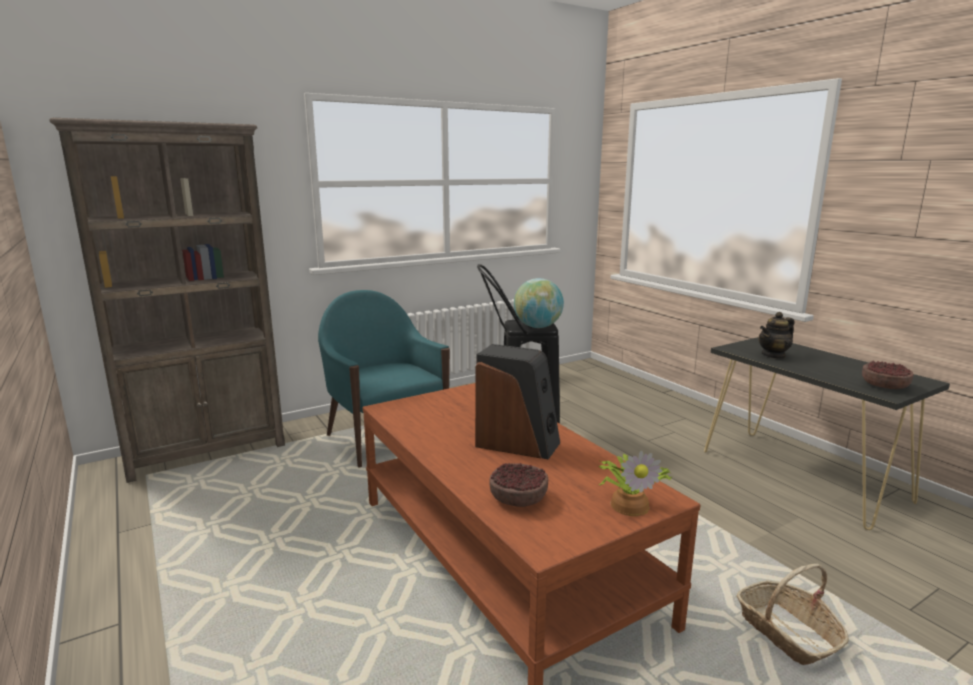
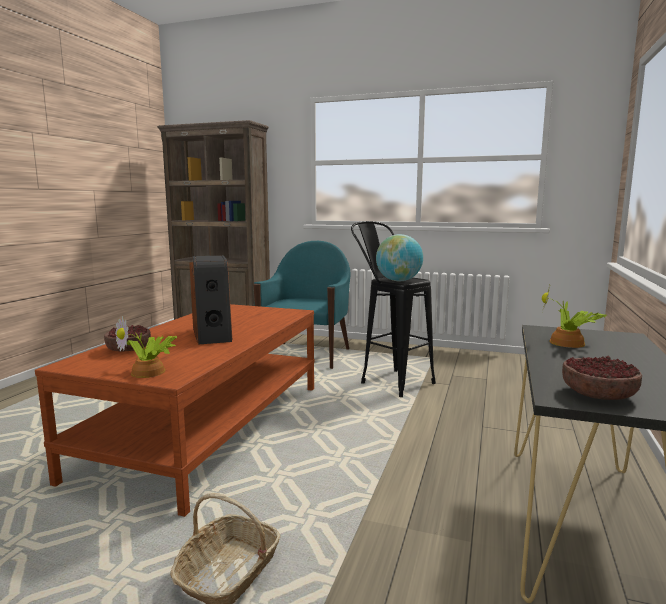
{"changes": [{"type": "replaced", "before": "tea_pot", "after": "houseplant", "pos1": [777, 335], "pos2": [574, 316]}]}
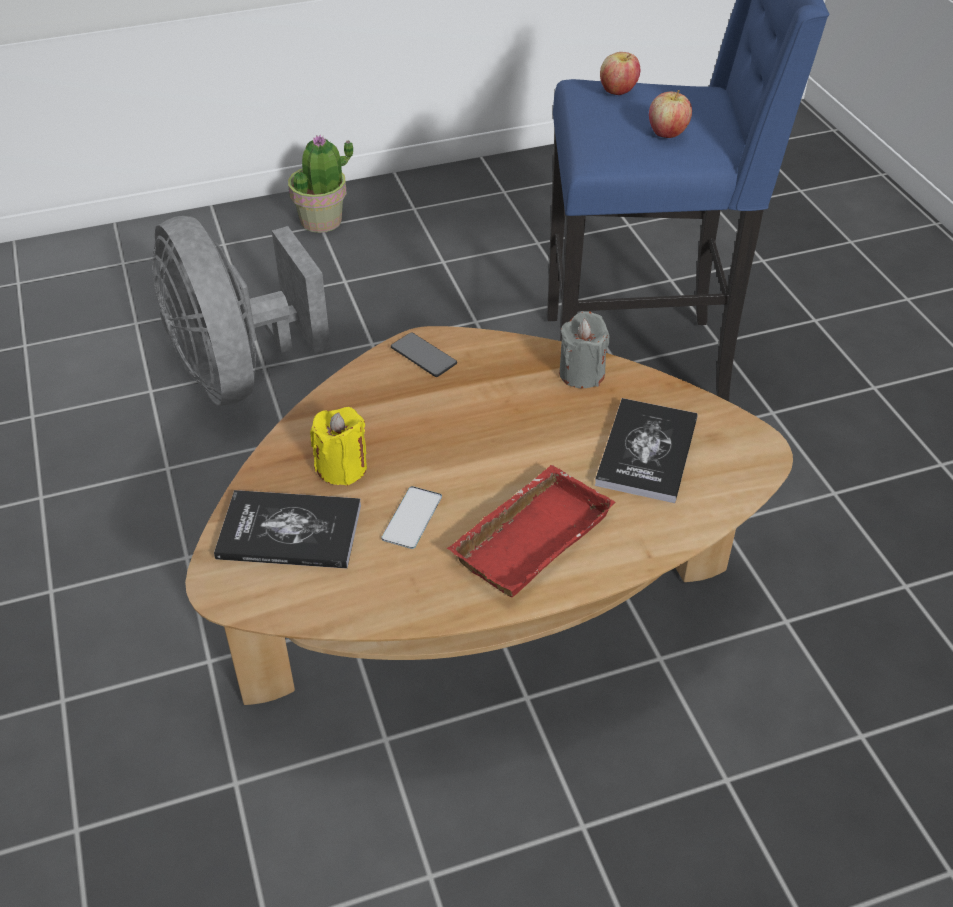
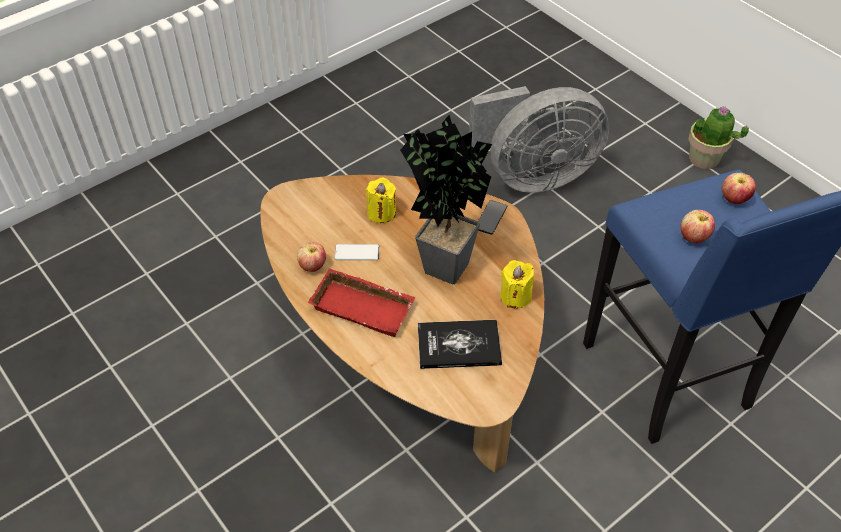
{"changes": [{"type": "turned", "before": "greyish_cooling_fan", "pos1": [241, 311], "pos2": [539, 139], "turn": -150}, {"type": "removed", "before": "volume", "pos1": [287, 529]}, {"type": "recoloured", "before": "greyish_wax_candle", "after": "yellowish_wax_candle", "pos1": [584, 349], "pos2": [517, 284]}, {"type": "added", "after": "apple_fruit", "pos2": [311, 257]}, {"type": "added", "after": "houseplant", "pos2": [446, 199]}]}
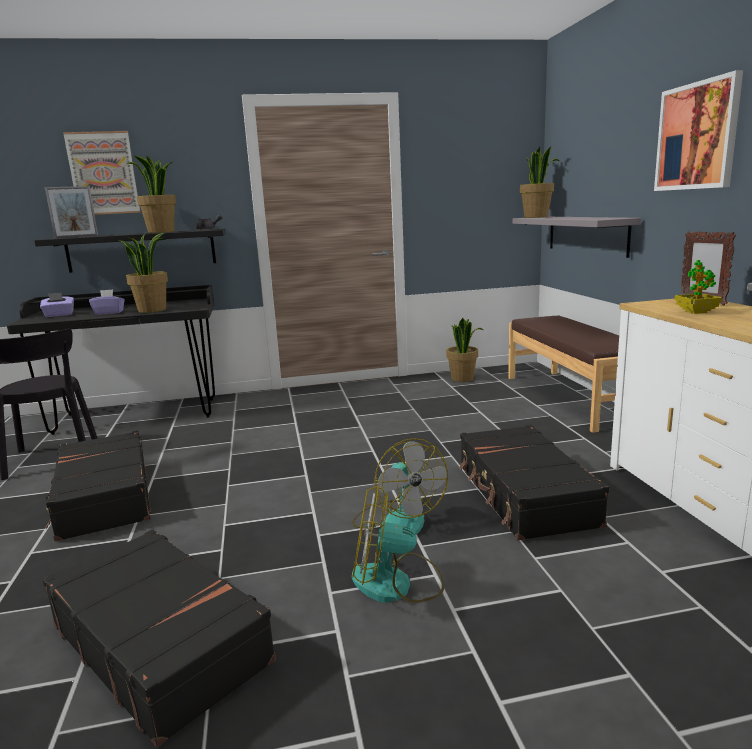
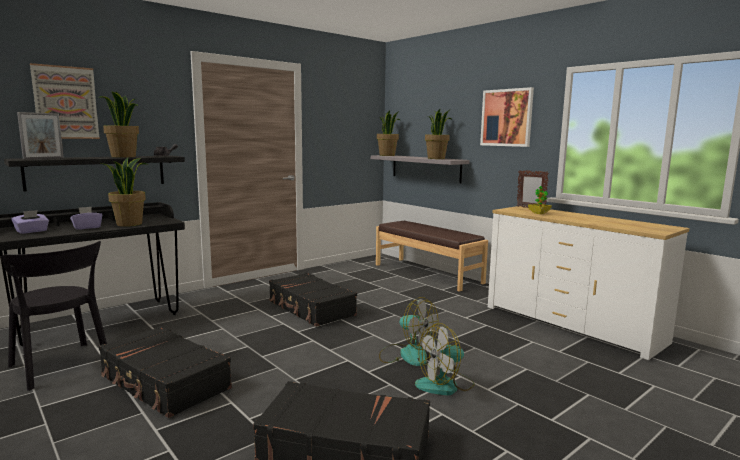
{"changes": [{"type": "moved", "before": "houseplant", "pos1": [464, 350], "pos2": [438, 134]}, {"type": "moved", "before": "black_travel_case", "pos1": [534, 483], "pos2": [313, 300]}]}
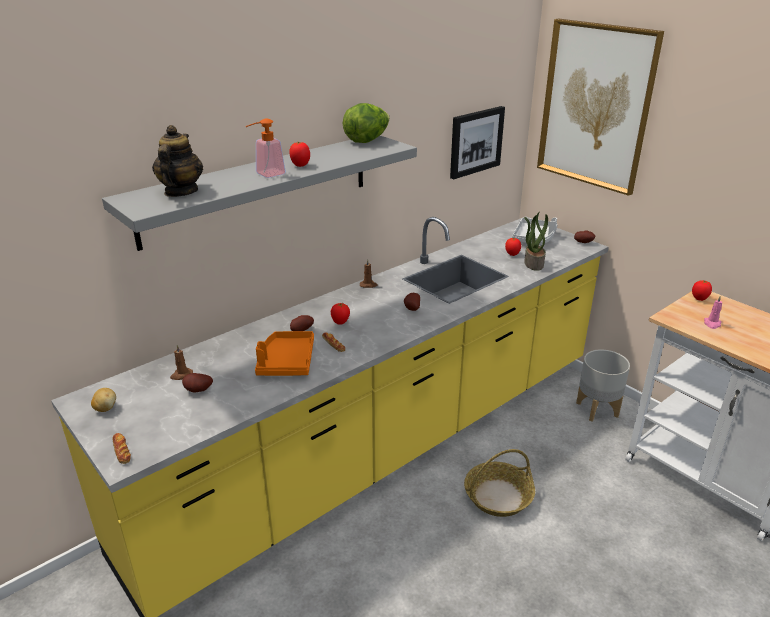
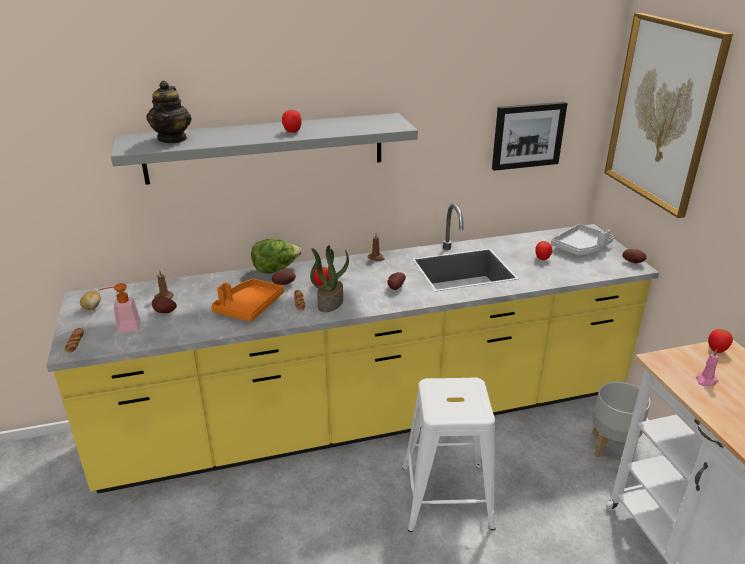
{"changes": [{"type": "turned", "before": "tea_pot", "pos1": [177, 161], "pos2": [169, 111], "turn": 150}, {"type": "moved", "before": "soap_bottle", "pos1": [266, 148], "pos2": [119, 308]}, {"type": "moved", "before": "lettuce", "pos1": [366, 123], "pos2": [276, 256]}, {"type": "replaced", "before": "storage_basket", "after": "white-coloured_sitting_stool", "pos1": [499, 483], "pos2": [449, 455]}, {"type": "moved", "before": "houseplant", "pos1": [536, 241], "pos2": [329, 278]}]}
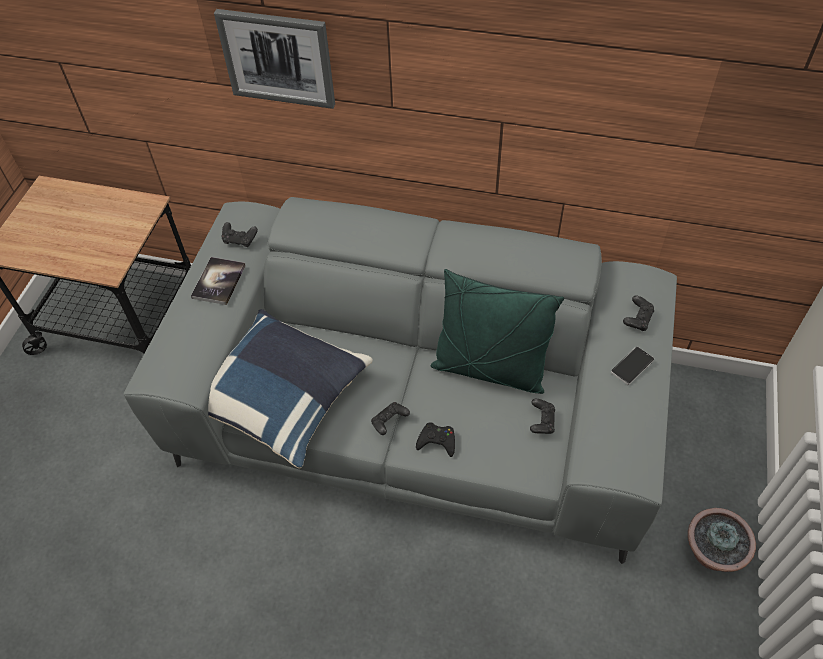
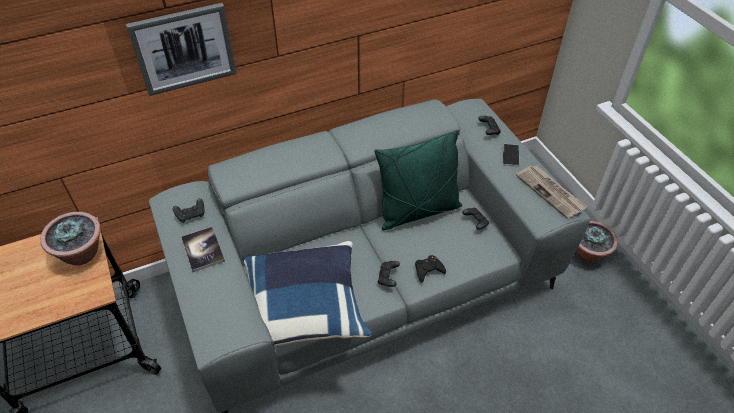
{"changes": [{"type": "added", "after": "houseplant", "pos2": [70, 238]}, {"type": "added", "after": "newspaper", "pos2": [552, 192]}]}
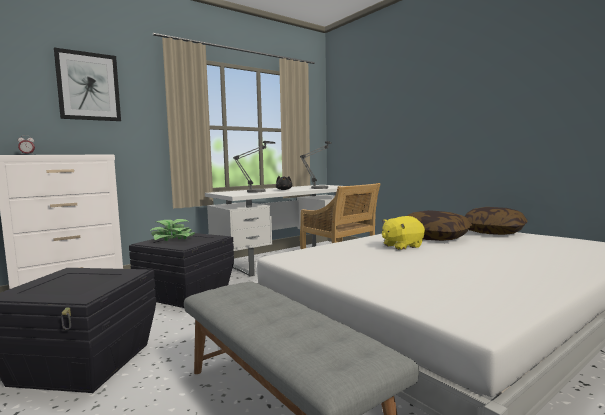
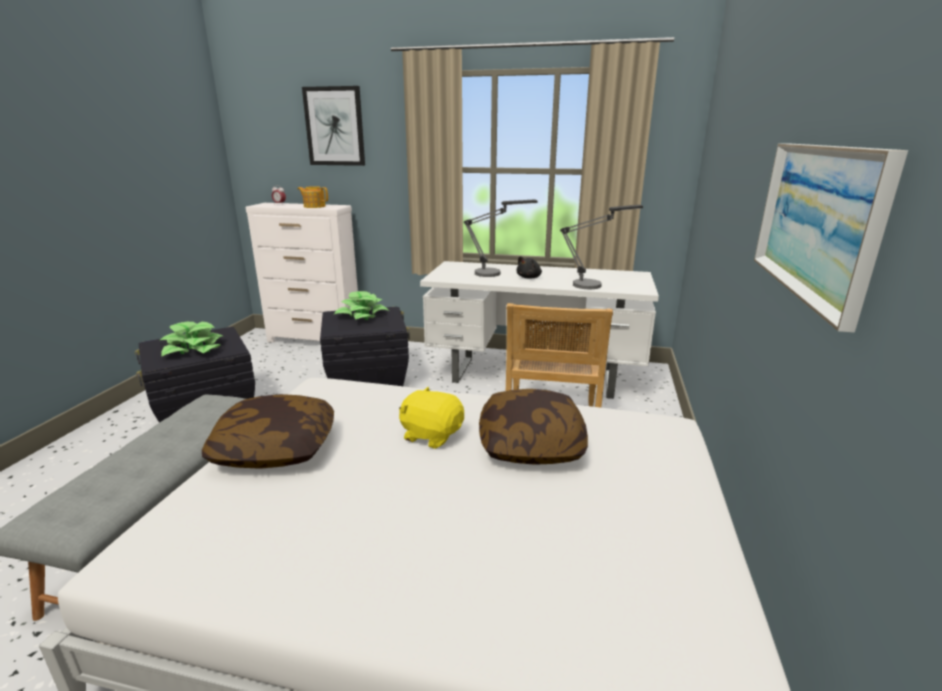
{"changes": [{"type": "moved", "before": "pillow", "pos1": [495, 221], "pos2": [268, 431]}, {"type": "added", "after": "houseplant", "pos2": [192, 339]}, {"type": "added", "after": "tea_pot", "pos2": [313, 197]}, {"type": "added", "after": "wall_art", "pos2": [831, 238]}]}
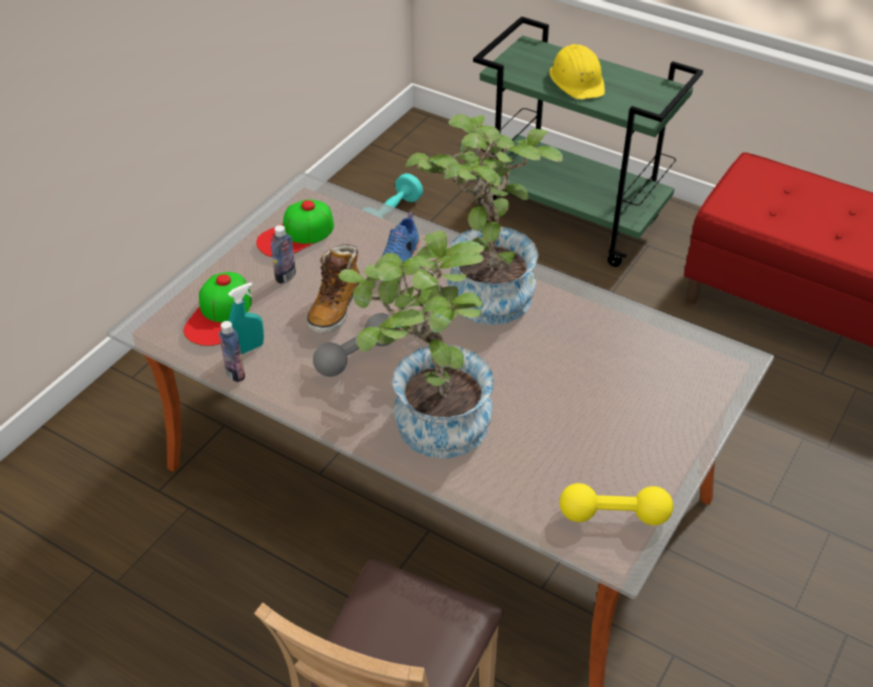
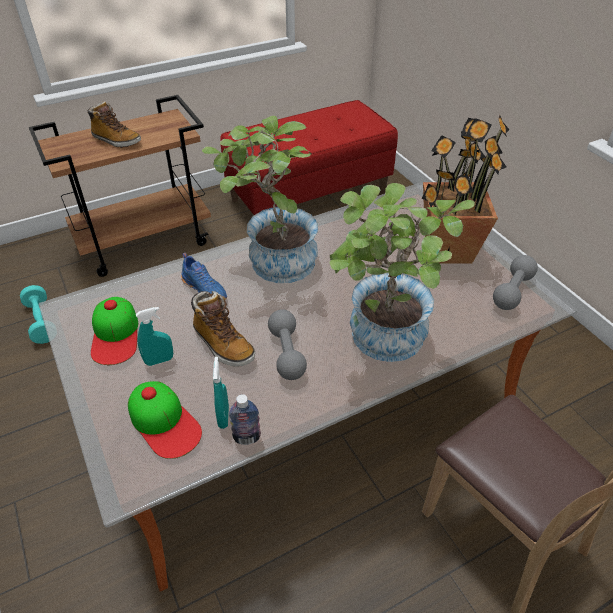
{"changes": [{"type": "replaced", "before": "bottle", "after": "blue-green_spray_bottle", "pos1": [283, 254], "pos2": [154, 336]}, {"type": "recoloured", "before": "green_trolley", "after": "brown-coloured_trolley", "pos1": [588, 141], "pos2": [120, 186]}, {"type": "replaced", "before": "yellowish_safety_helmet", "after": "tall_boot", "pos1": [577, 71], "pos2": [114, 125]}, {"type": "recoloured", "before": "yellowish_free_weight", "after": "greyish_free_weight", "pos1": [616, 504], "pos2": [515, 282]}, {"type": "added", "after": "houseplant", "pos2": [466, 189]}]}
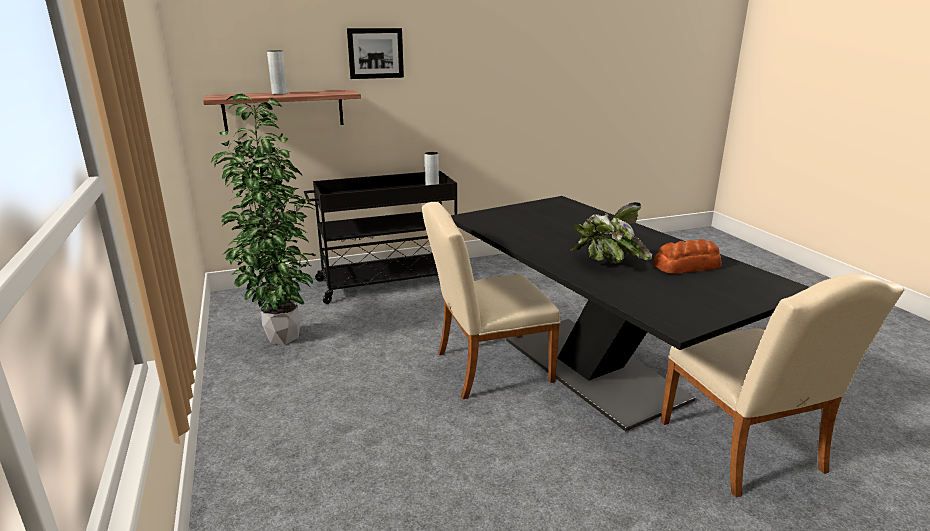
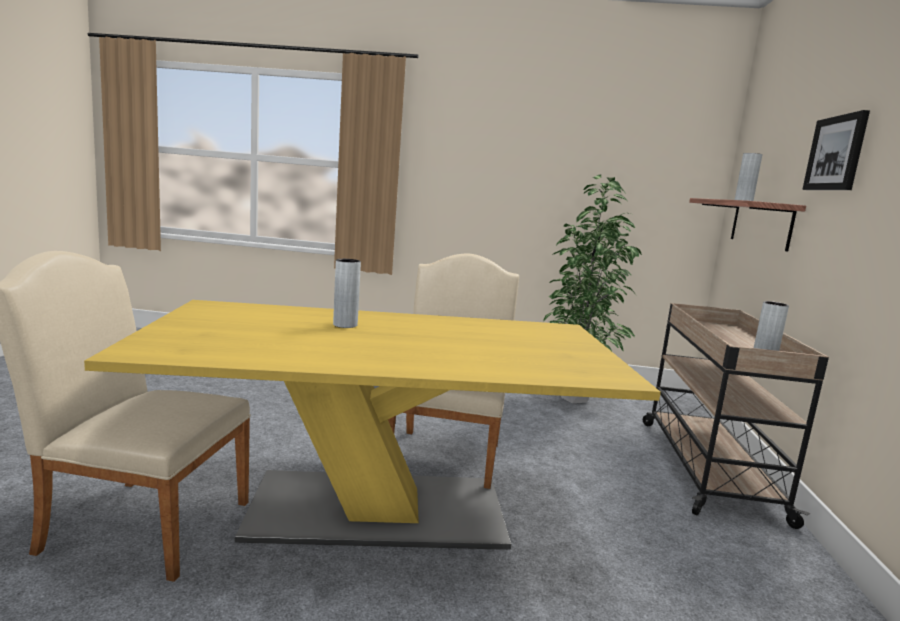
{"changes": [{"type": "recoloured", "before": "black_trolley", "after": "sand-coloured_trolley", "pos1": [380, 237], "pos2": [736, 416]}, {"type": "recoloured", "before": "black_kitchen_table", "after": "yellowish_kitchen_table", "pos1": [630, 313], "pos2": [372, 425]}, {"type": "replaced", "before": "houseplant", "after": "greyish_flower_vase", "pos1": [611, 232], "pos2": [347, 293]}, {"type": "removed", "before": "bread", "pos1": [687, 256]}]}
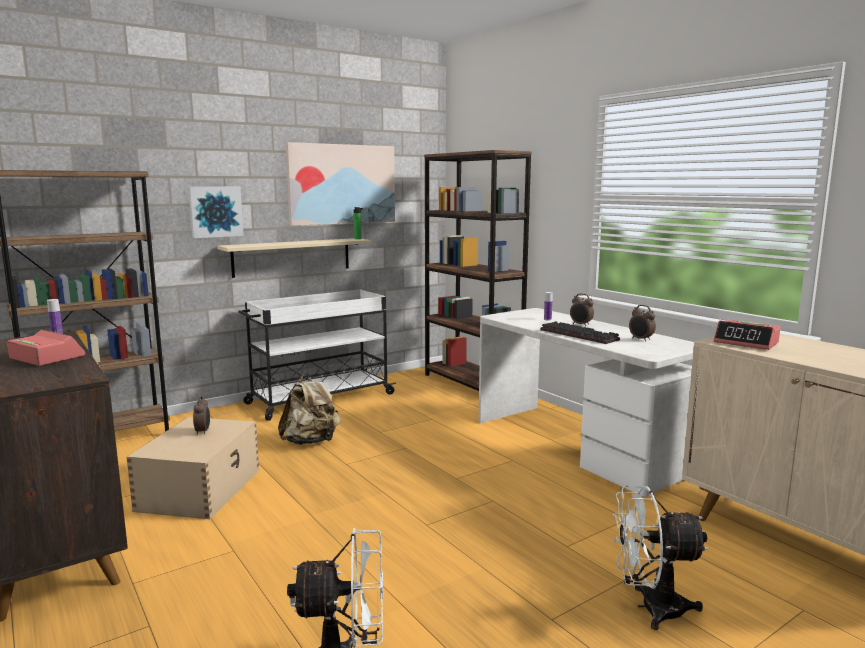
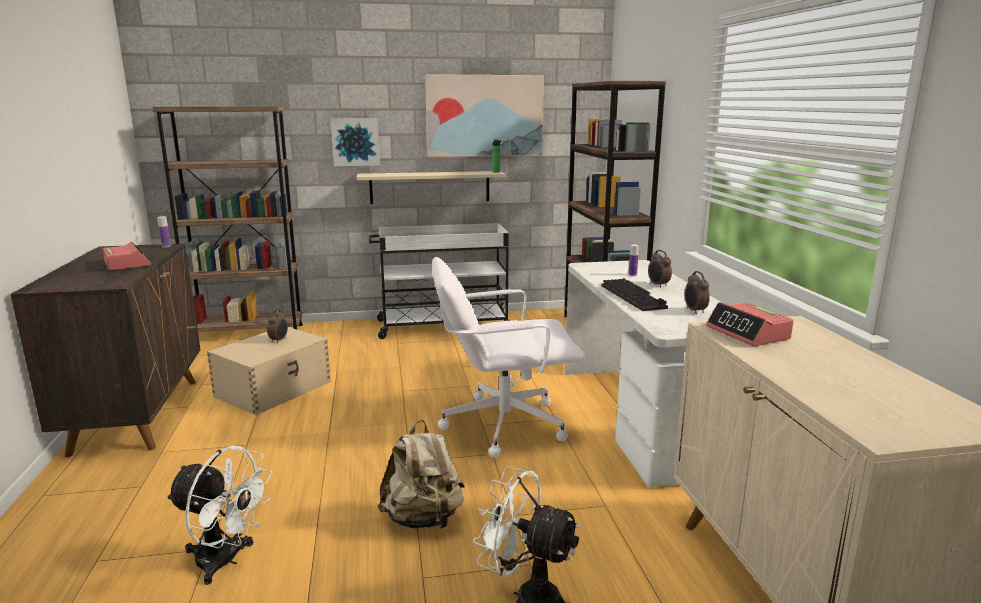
{"changes": [{"type": "moved", "before": "sand-coloured_knapsack", "pos1": [309, 409], "pos2": [421, 474]}, {"type": "added", "after": "white-coloured_office_chair", "pos2": [508, 357]}]}
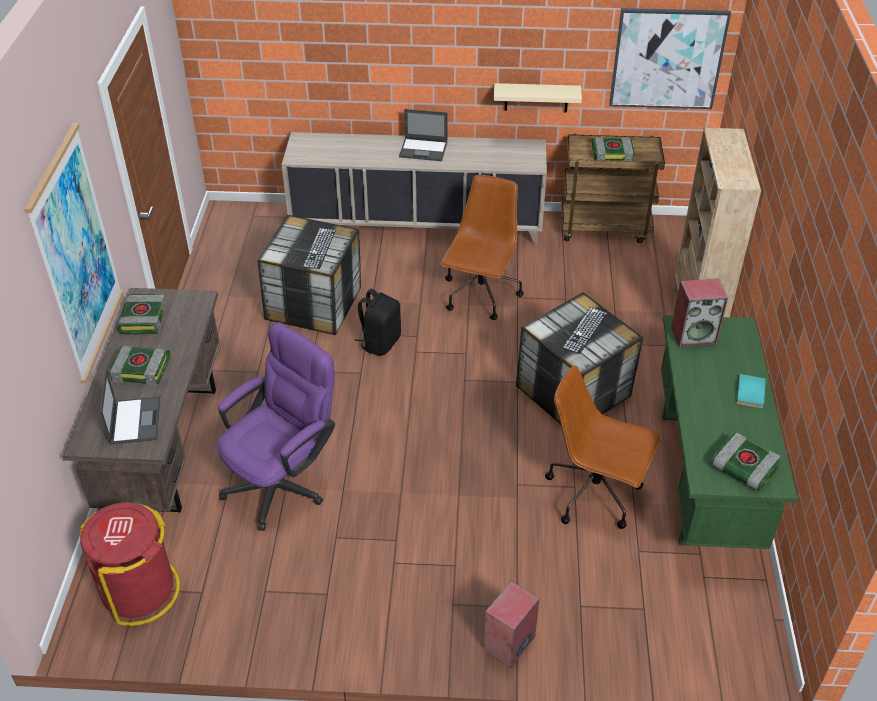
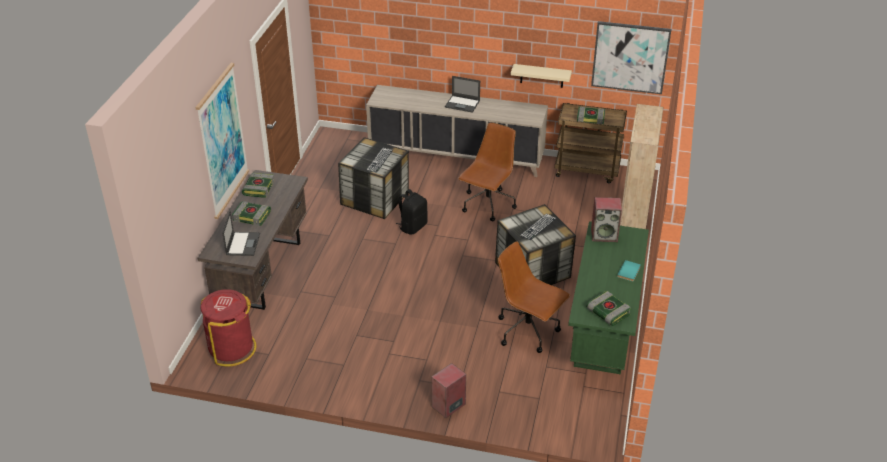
{"changes": [{"type": "removed", "before": "purplish_office_chair", "pos1": [276, 426]}]}
